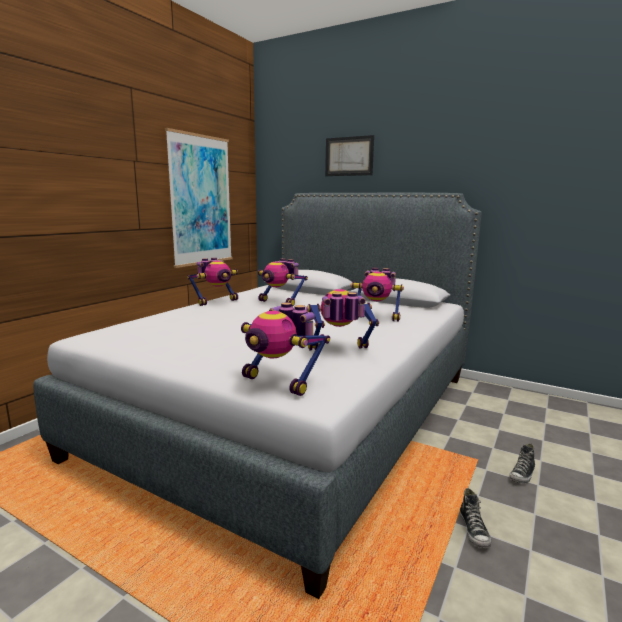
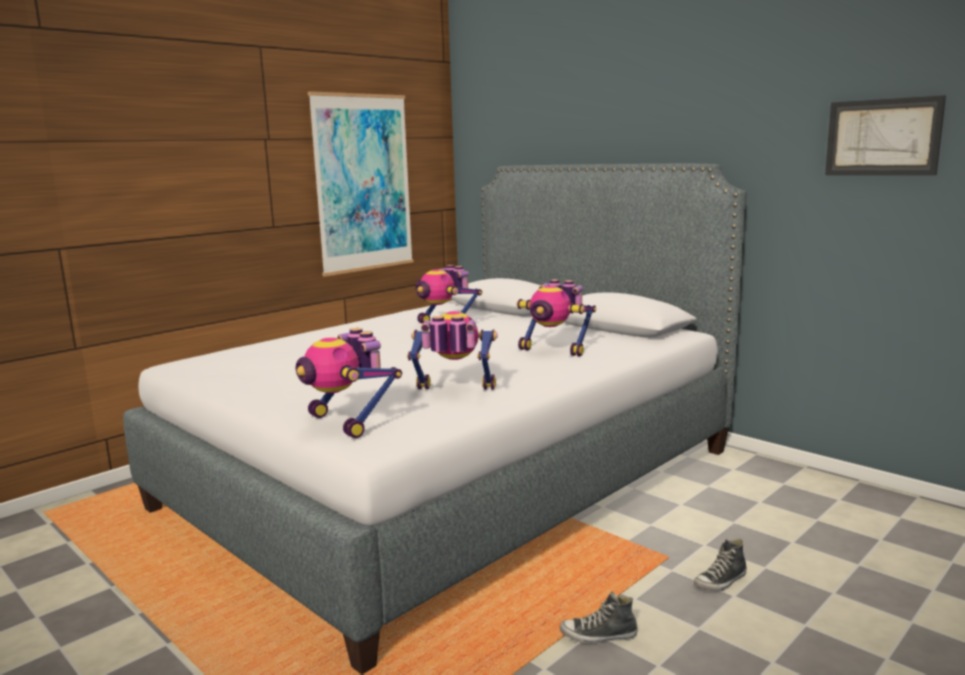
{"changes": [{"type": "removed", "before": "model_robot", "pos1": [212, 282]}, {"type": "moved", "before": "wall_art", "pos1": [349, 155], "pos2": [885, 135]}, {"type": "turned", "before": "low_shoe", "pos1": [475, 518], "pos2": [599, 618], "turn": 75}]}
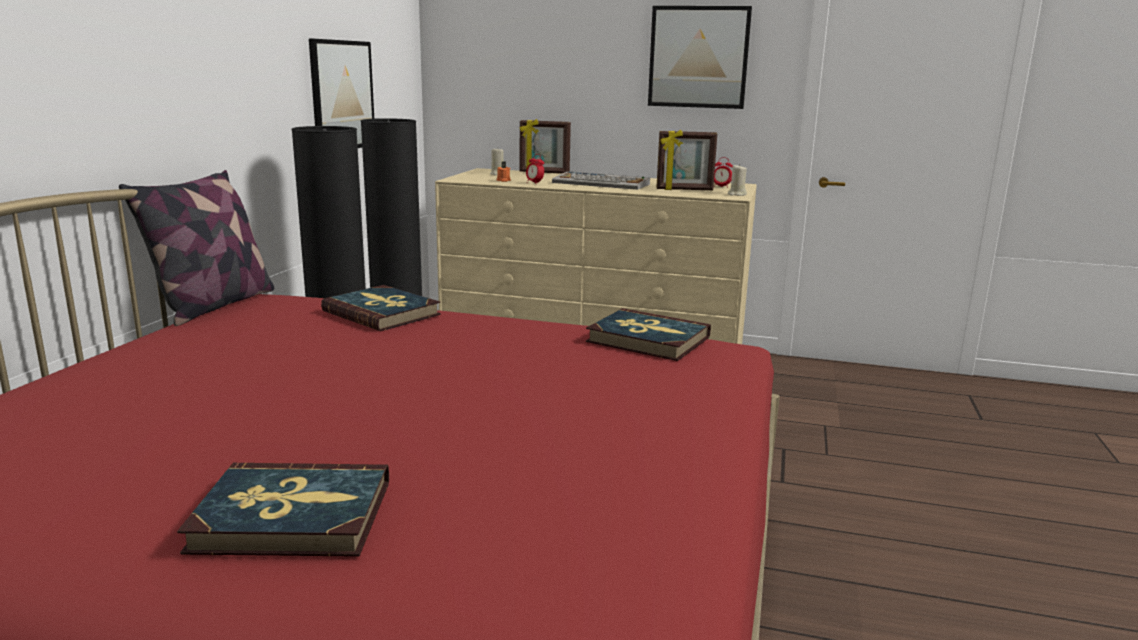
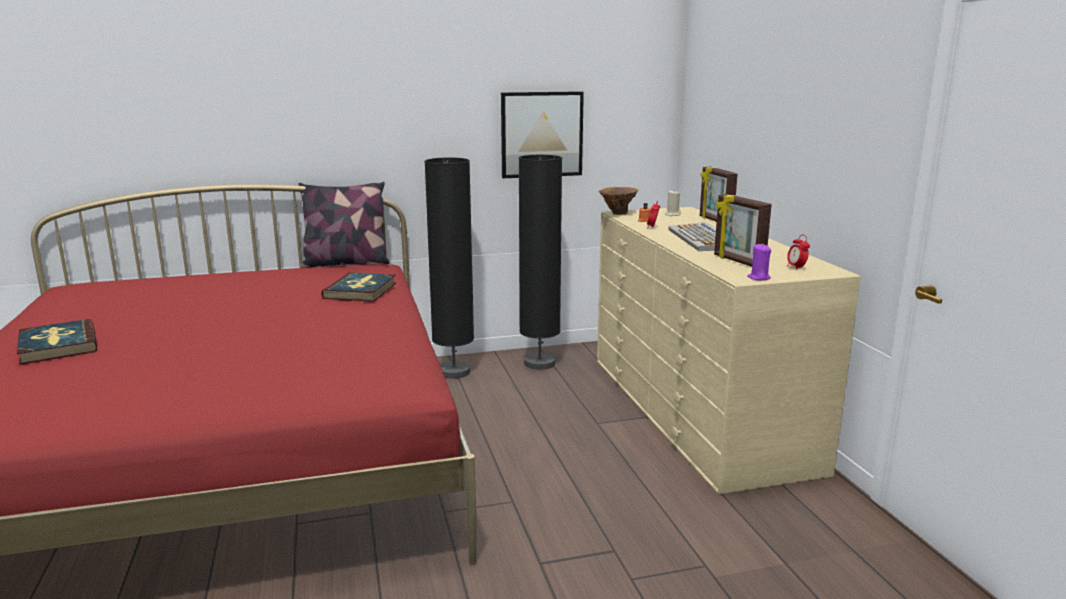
{"changes": [{"type": "removed", "before": "volume", "pos1": [648, 334]}, {"type": "removed", "before": "wall_art", "pos1": [700, 57]}, {"type": "recoloured", "before": "sand-coloured_wax_candle", "after": "purplish_wax_candle", "pos1": [737, 180], "pos2": [759, 262]}, {"type": "added", "after": "brown-coloured_flower_vase", "pos2": [618, 201]}]}
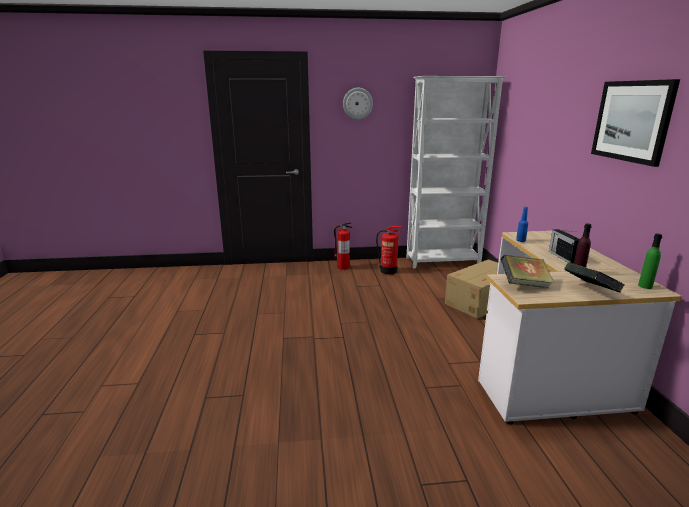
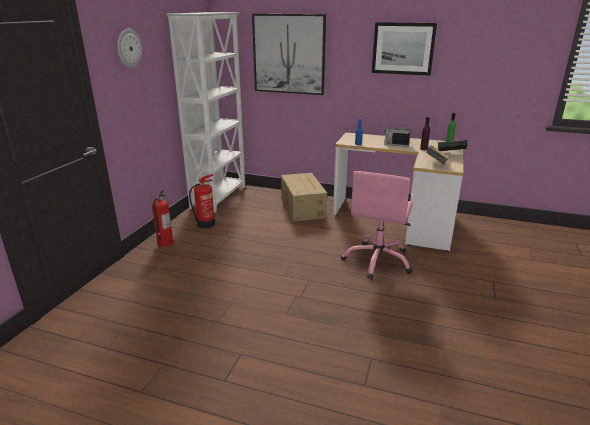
{"changes": [{"type": "added", "after": "wall_art", "pos2": [289, 54]}, {"type": "added", "after": "pinkish_office_chair", "pos2": [377, 225]}]}
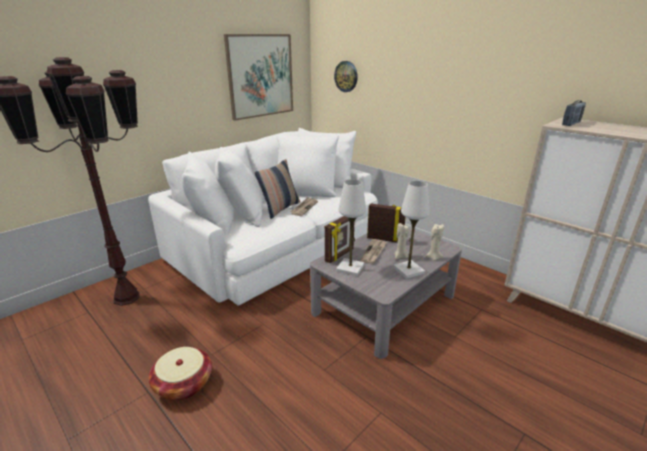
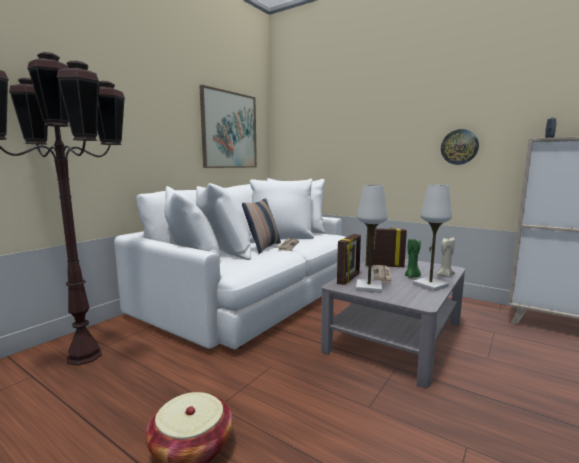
{"changes": [{"type": "moved", "before": "hanging_clock", "pos1": [346, 76], "pos2": [460, 147]}, {"type": "recoloured", "before": "sand-coloured_wax_candle", "after": "green_wax_candle", "pos1": [402, 241], "pos2": [413, 258]}]}
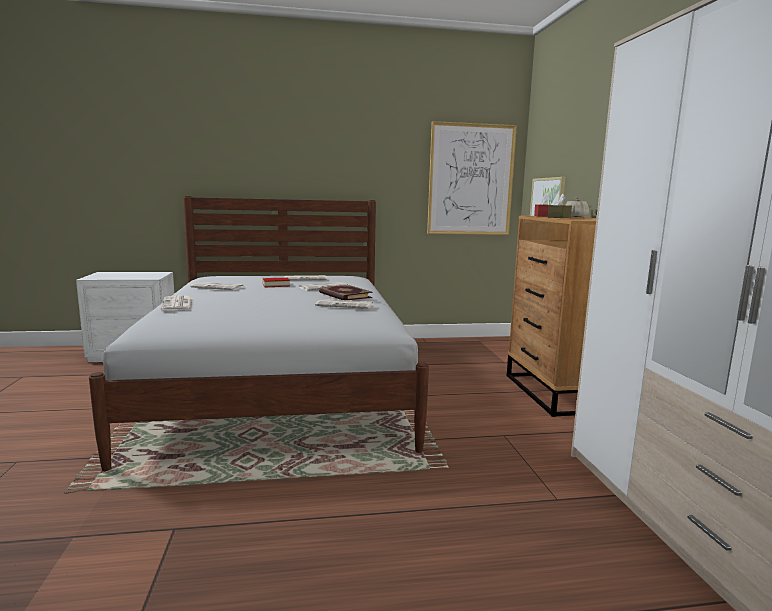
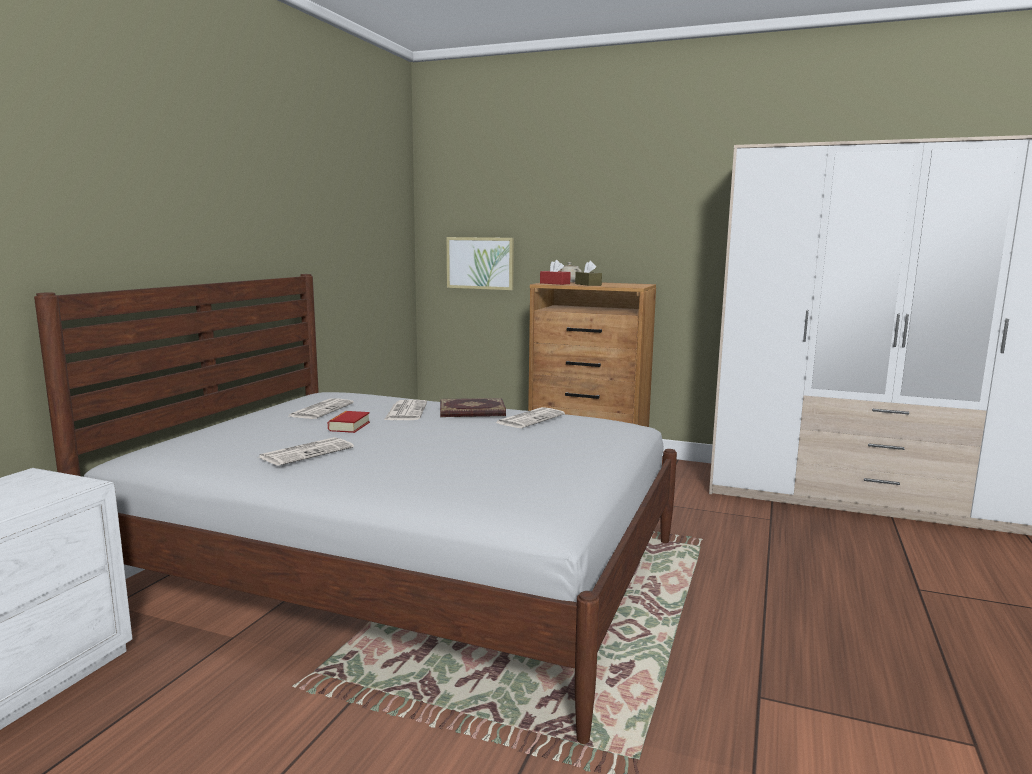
{"changes": [{"type": "removed", "before": "newspaper", "pos1": [177, 303]}, {"type": "removed", "before": "wall_art", "pos1": [472, 178]}]}
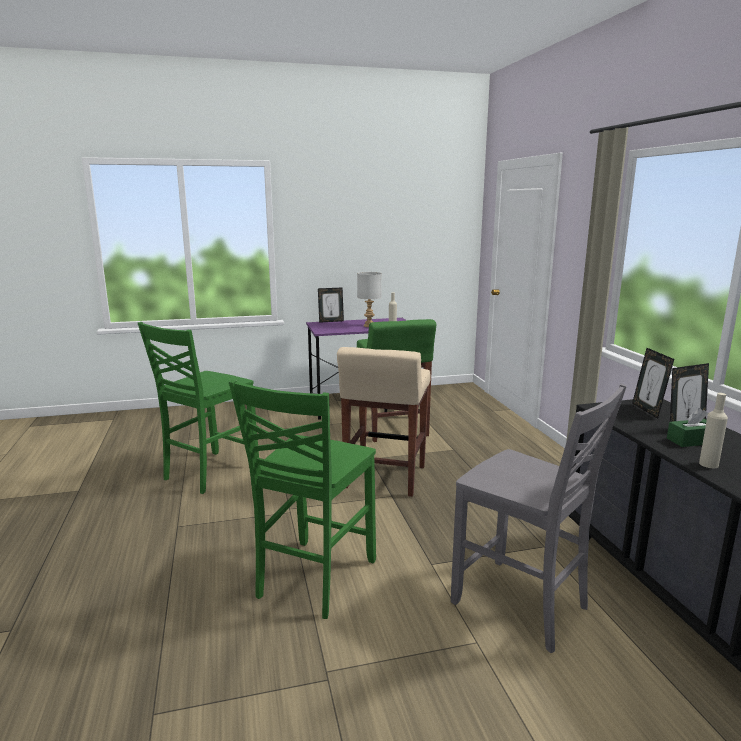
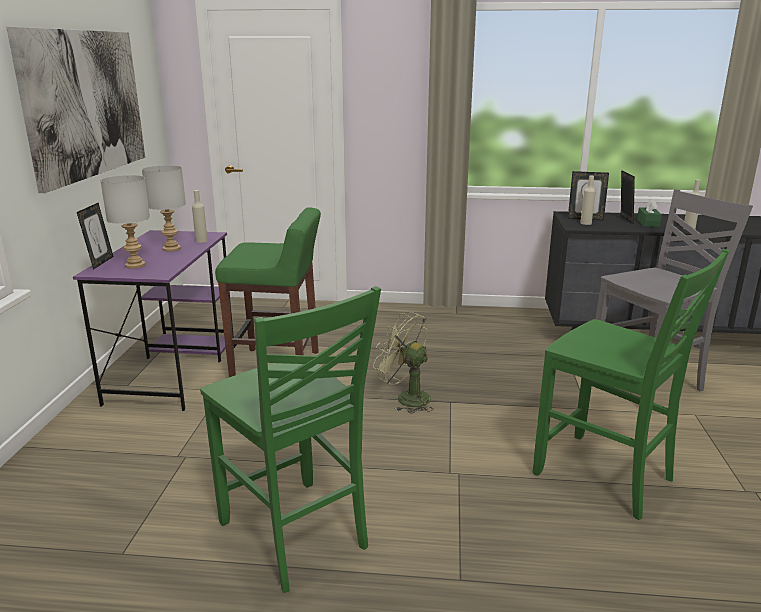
{"changes": [{"type": "replaced", "before": "sand-coloured_sitting_stool", "after": "green_cooling_fan", "pos1": [384, 422], "pos2": [403, 363]}, {"type": "added", "after": "wall_art", "pos2": [76, 110]}, {"type": "added", "after": "greyish_lamp_for_a_table", "pos2": [125, 222]}, {"type": "added", "after": "sand-coloured_bottle", "pos2": [588, 200]}]}
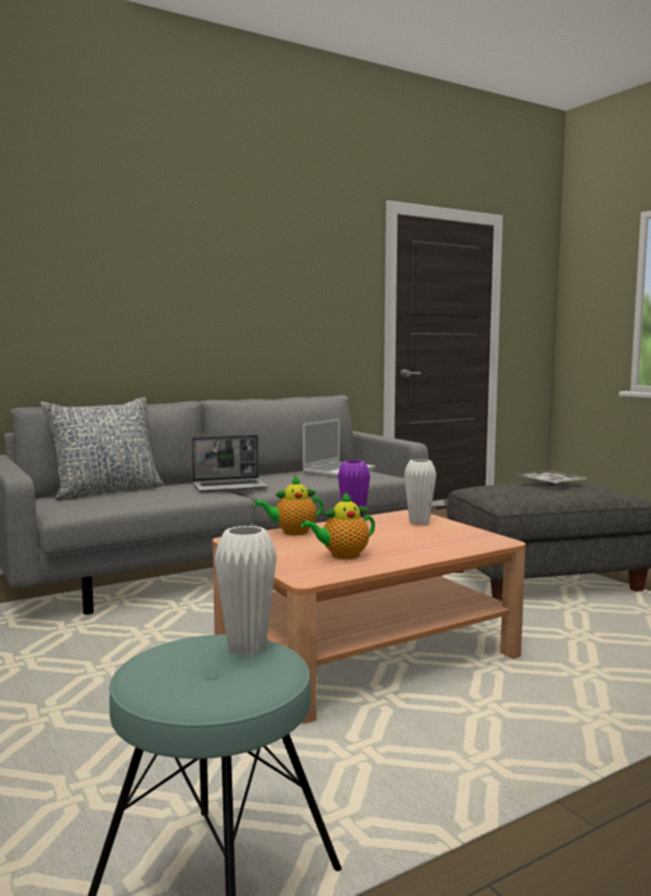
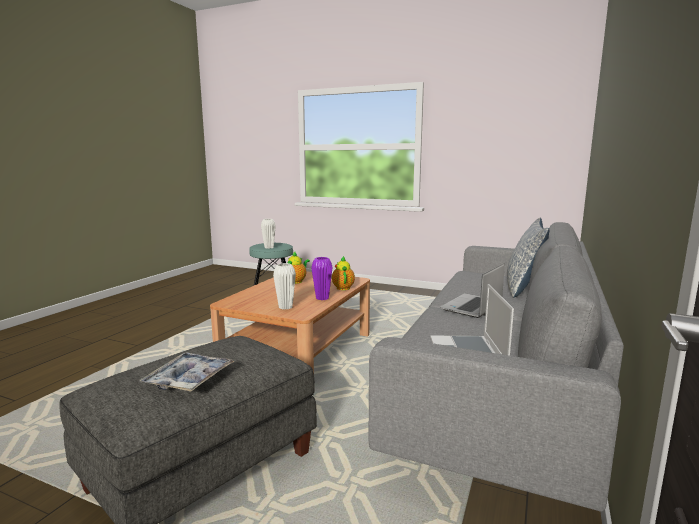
{"changes": [{"type": "turned", "before": "tea_pot", "pos1": [288, 505], "pos2": [343, 273], "turn": -45}]}
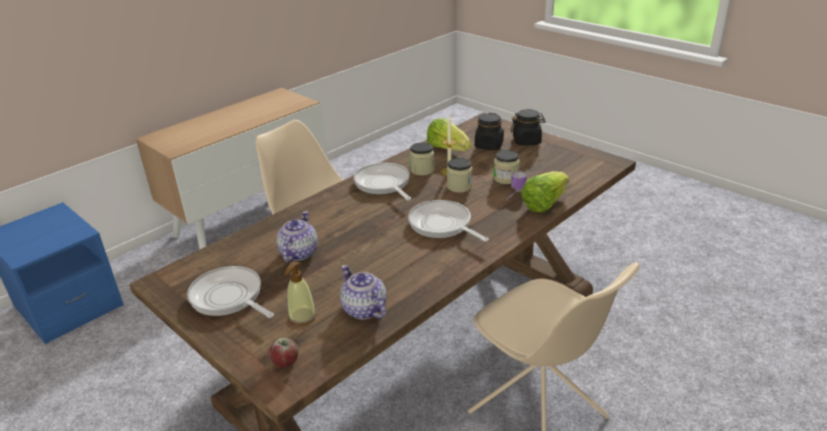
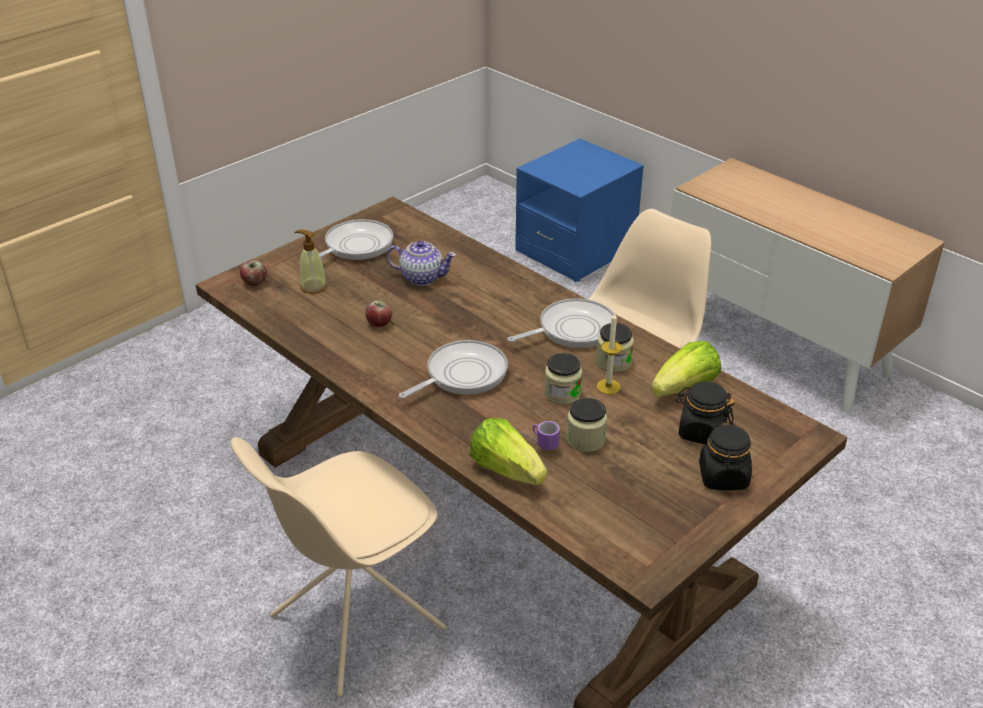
{"changes": [{"type": "removed", "before": "tea_pot", "pos1": [363, 292]}, {"type": "added", "after": "apple_fruit", "pos2": [378, 313]}]}
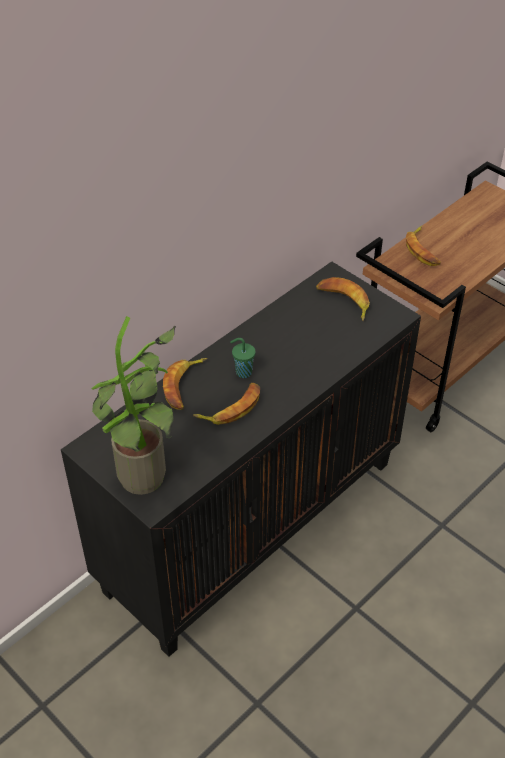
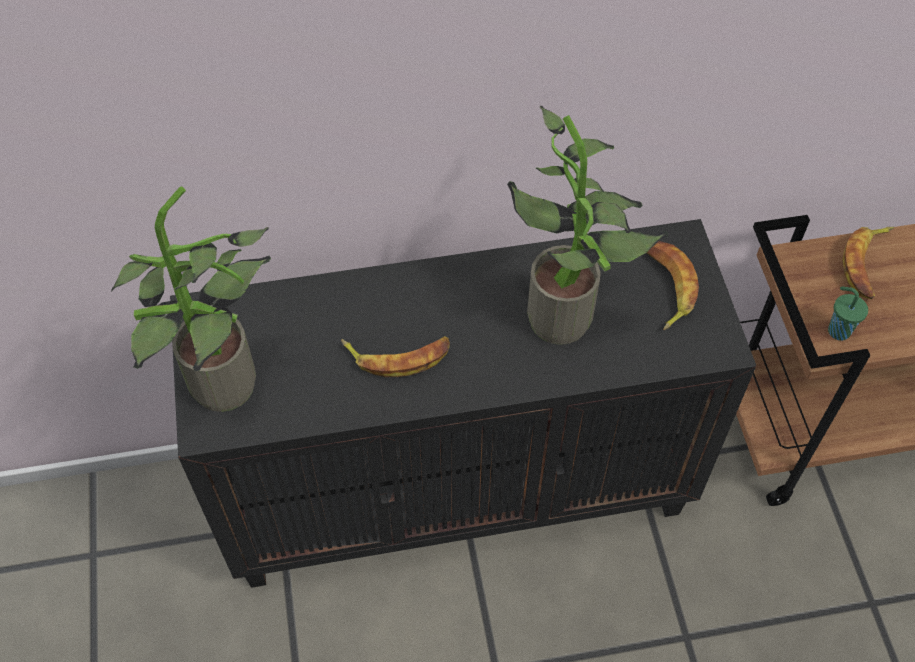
{"changes": [{"type": "removed", "before": "banana_fruit", "pos1": [185, 384]}, {"type": "moved", "before": "green_cup", "pos1": [243, 358], "pos2": [848, 314]}, {"type": "added", "after": "houseplant", "pos2": [587, 225]}]}
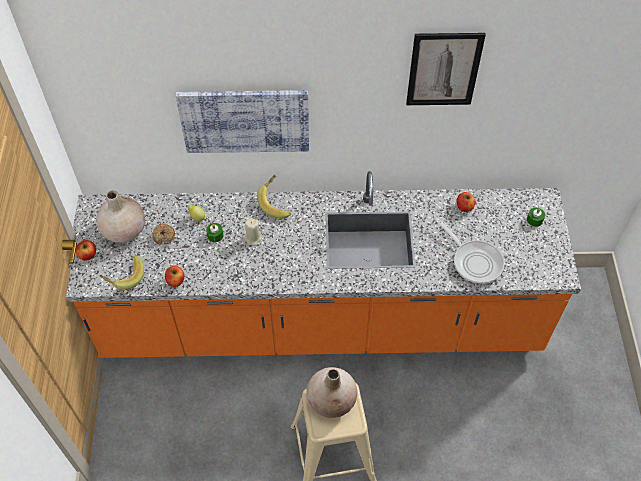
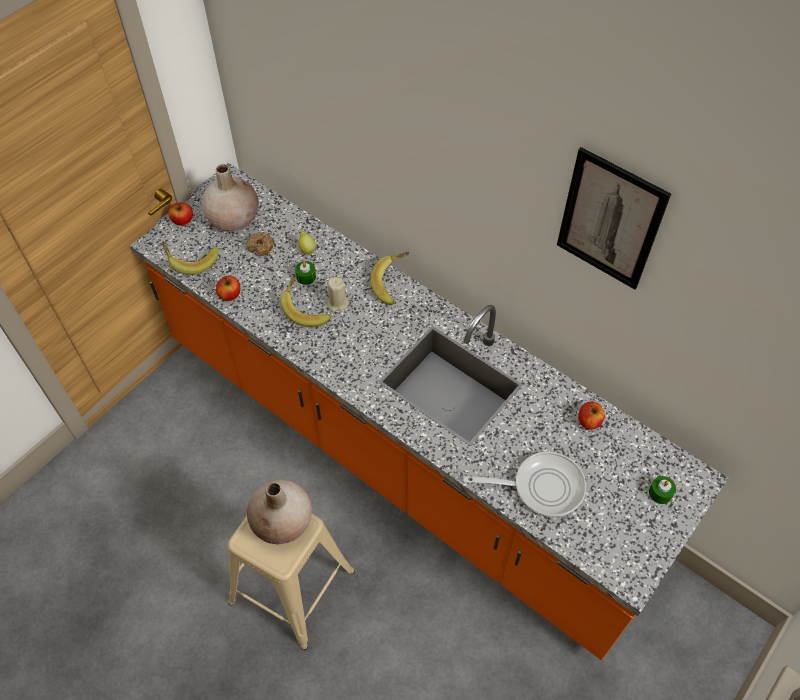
{"changes": [{"type": "removed", "before": "wall_art", "pos1": [242, 121]}, {"type": "turned", "before": "skillet", "pos1": [470, 251], "pos2": [524, 484], "turn": -90}, {"type": "added", "after": "banana_fruit", "pos2": [305, 300]}]}
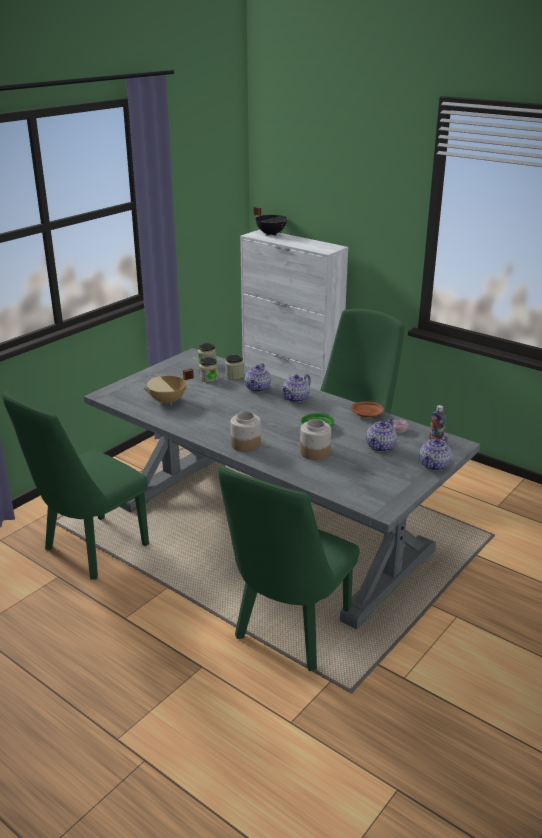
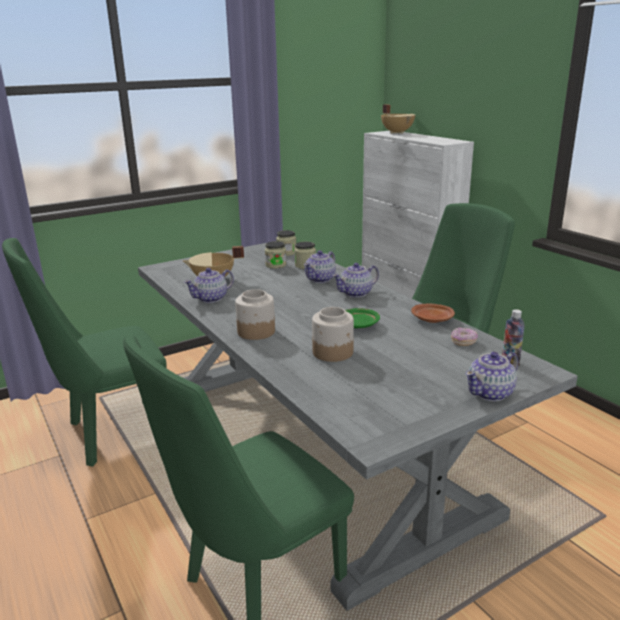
{"changes": [{"type": "recoloured", "before": "black_stockpot", "after": "sand-coloured_stockpot", "pos1": [270, 221], "pos2": [398, 119]}, {"type": "moved", "before": "tea_pot", "pos1": [381, 435], "pos2": [209, 285]}]}
